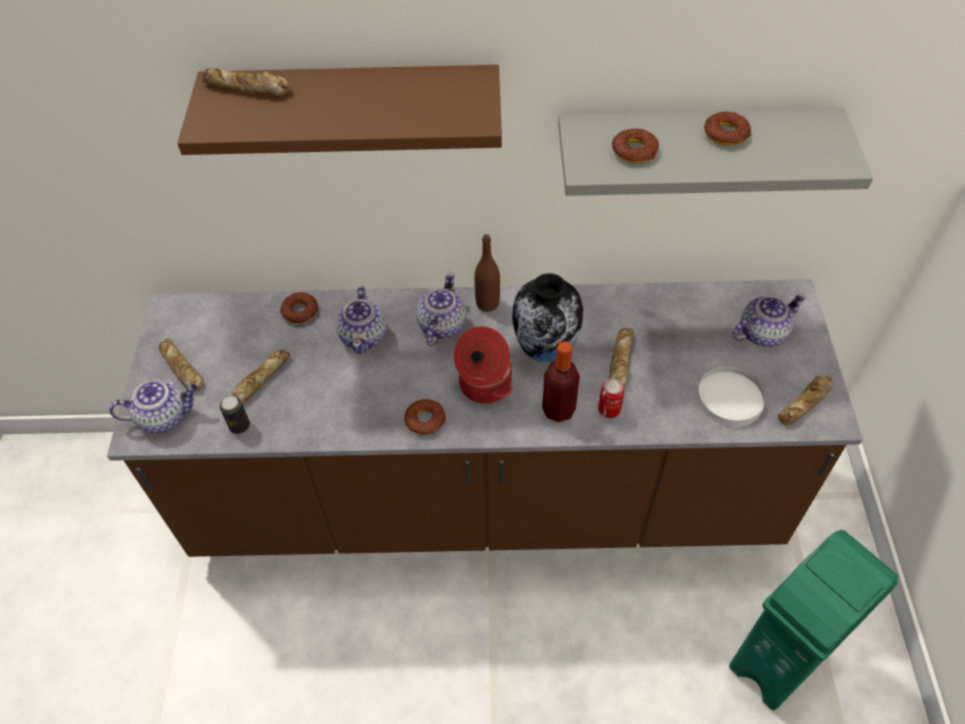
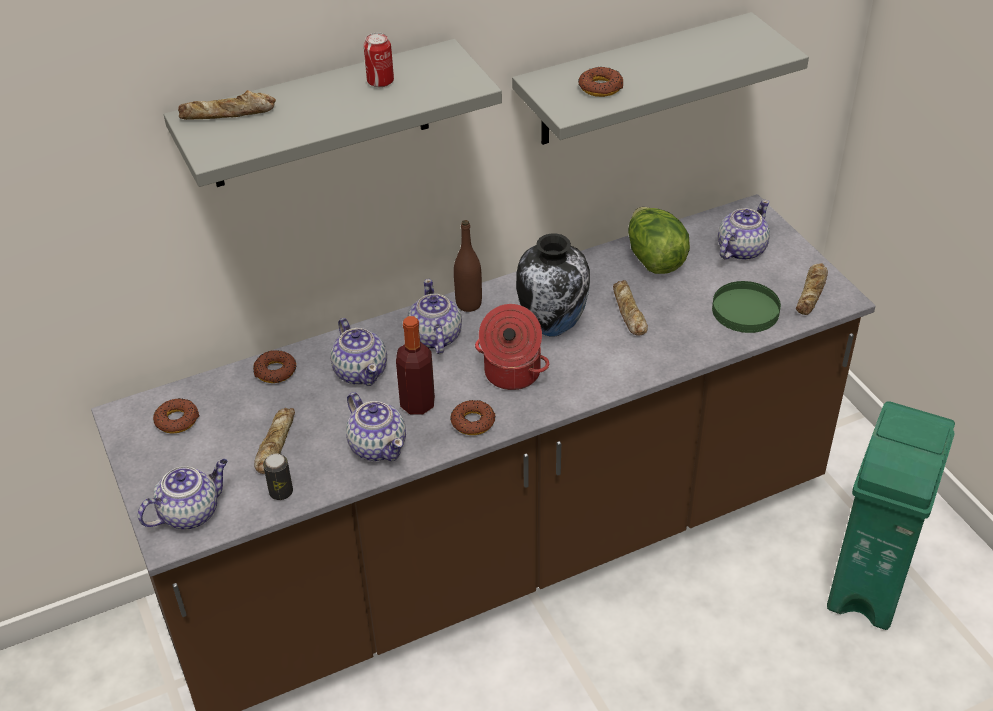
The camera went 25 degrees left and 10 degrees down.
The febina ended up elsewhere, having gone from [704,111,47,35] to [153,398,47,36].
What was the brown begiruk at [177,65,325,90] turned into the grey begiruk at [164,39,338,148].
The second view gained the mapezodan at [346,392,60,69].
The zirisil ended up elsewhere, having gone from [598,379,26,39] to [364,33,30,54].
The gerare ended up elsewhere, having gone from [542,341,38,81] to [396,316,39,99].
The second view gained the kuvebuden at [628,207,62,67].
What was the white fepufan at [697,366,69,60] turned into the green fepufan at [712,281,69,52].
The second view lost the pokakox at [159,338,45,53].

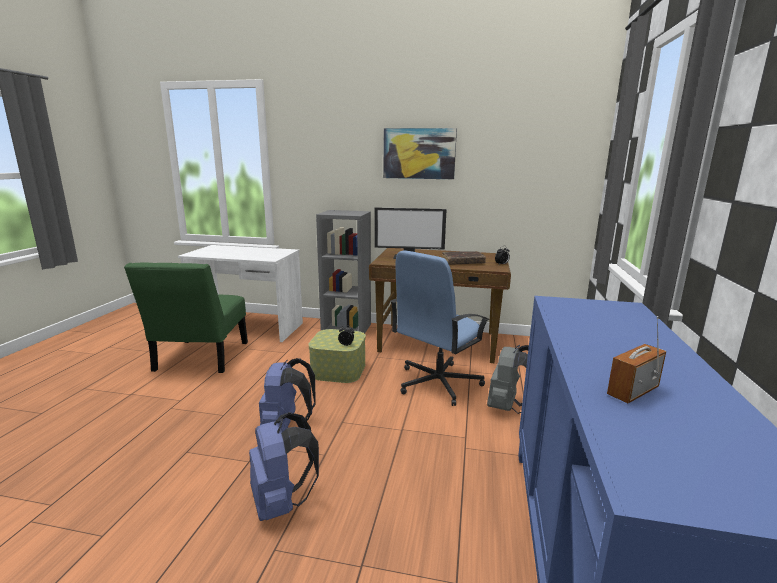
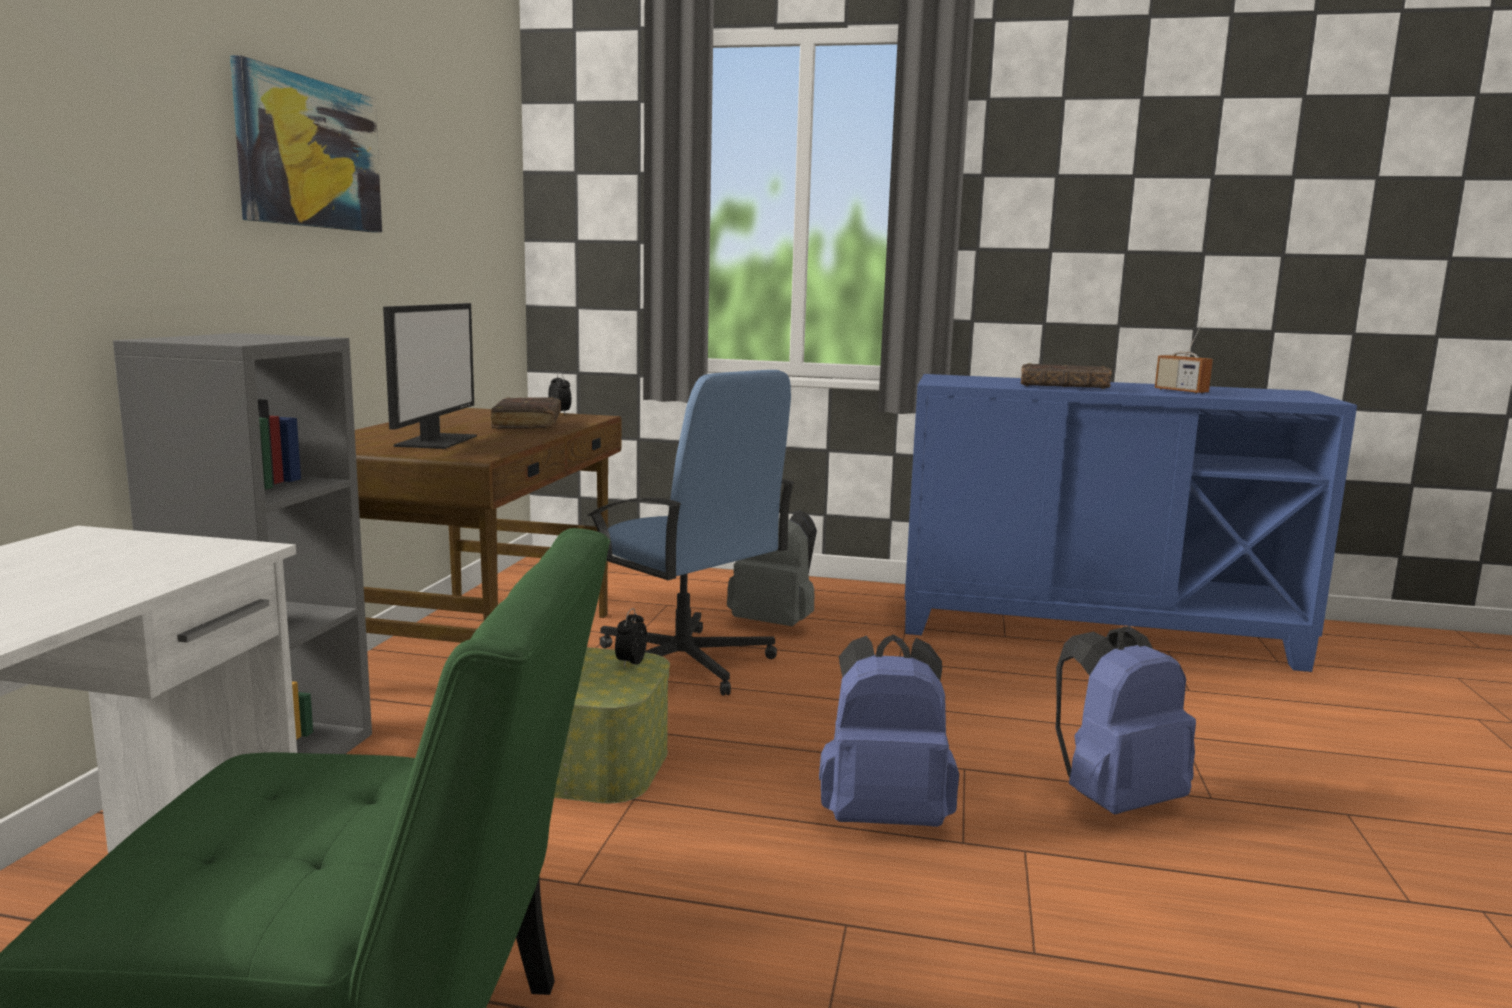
The camera went 90 degrees left and 5 degrees down.
The second view gained the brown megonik at [1021,363,91,26].

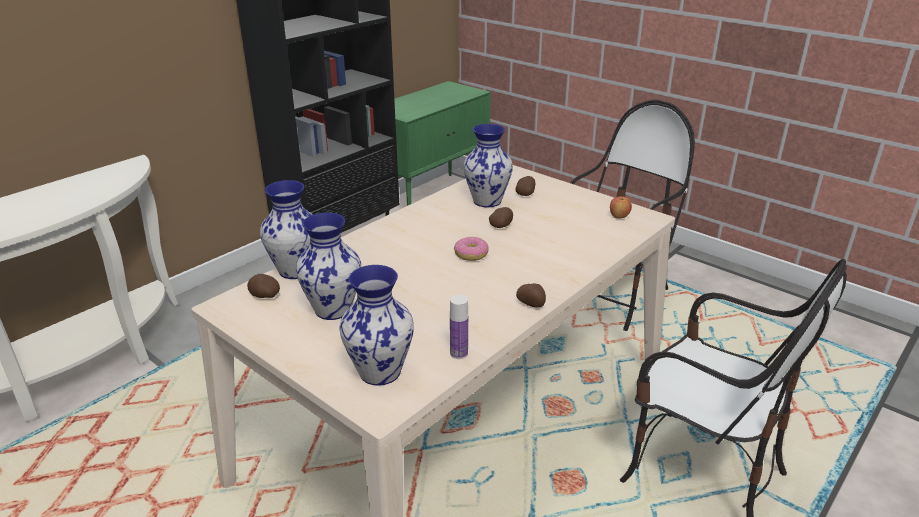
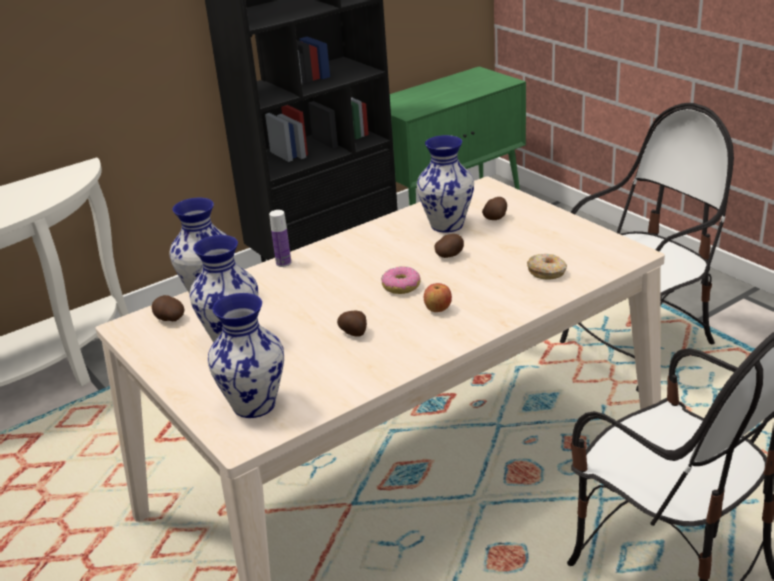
The camera went 15 degrees right and 0 degrees up.
The gerare ended up elsewhere, having gone from [450,295,18,64] to [269,210,22,57].
The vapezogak ended up elsewhere, having gone from [516,283,30,24] to [337,310,30,27].
The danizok ended up elsewhere, having gone from [610,196,22,23] to [424,283,28,29].
The second view gained the febina at [527,254,40,26].

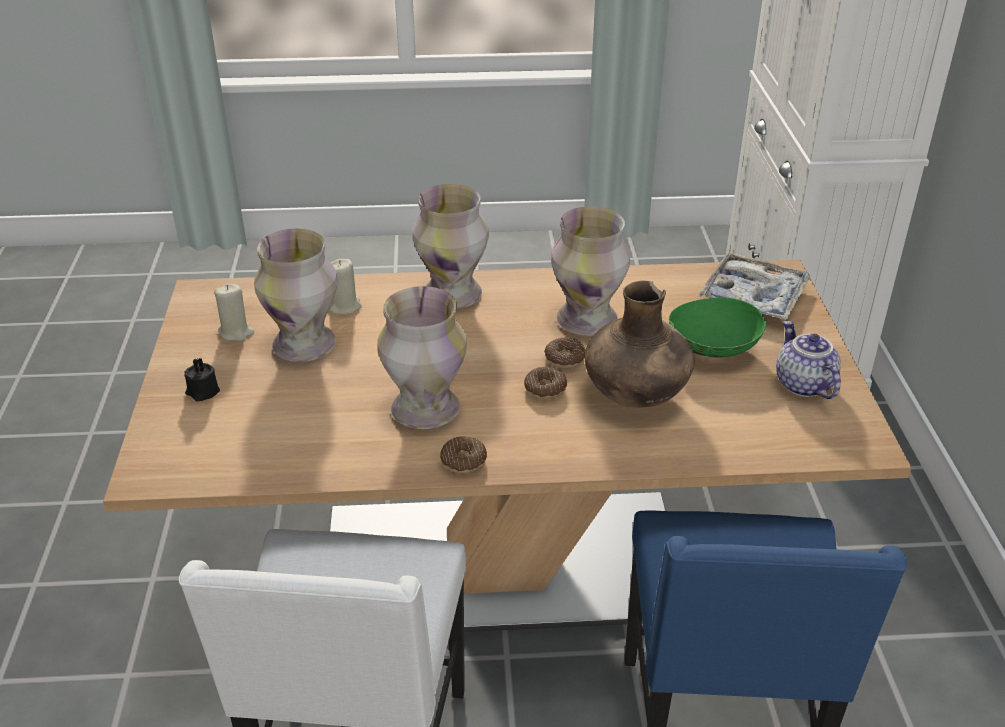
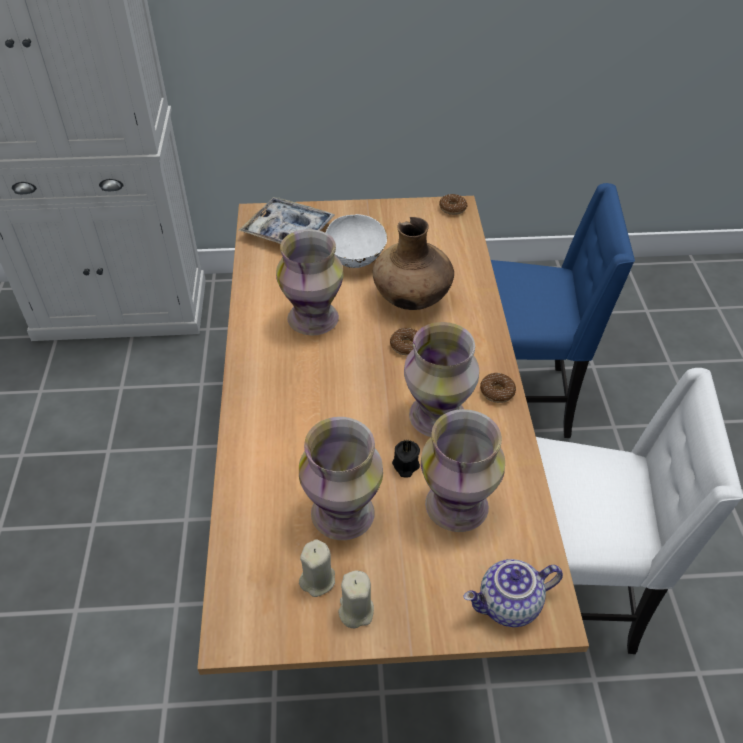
The camera went 90 degrees left and 10 degrees up.
What was the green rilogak at [669,297,97,61] turned into the white rilogak at [326,214,61,54].
The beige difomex ended up elsewhere, having gone from [330,259,32,56] to [338,571,36,57].
The black difomex ended up elsewhere, having gone from [184,358,36,43] to [392,439,28,39].
The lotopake ended up elsewhere, having gone from [413,184,76,125] to [421,409,84,123].
The febina ended up elsewhere, having gone from [544,337,42,31] to [439,194,28,21].
The mapezodan ended up elsewhere, having gone from [776,321,65,78] to [463,559,100,68].

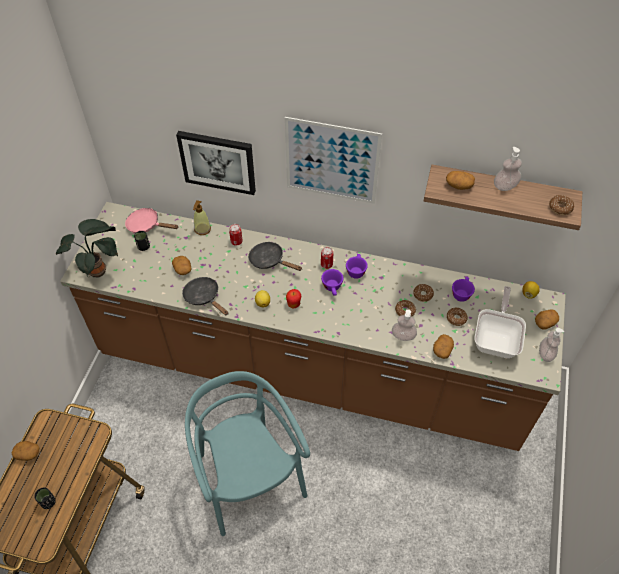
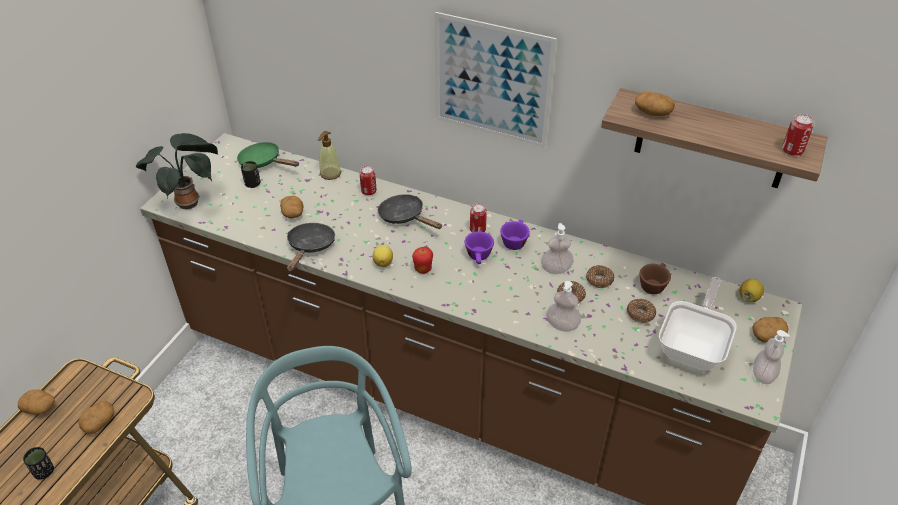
The camera went 10 degrees right and 10 degrees down.
The vapezogak ended up elsewhere, having gone from [433,334,21,25] to [78,401,36,33].
What was the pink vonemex at [125,208,54,25] turned into the green vonemex at [237,142,62,26].
The black vonemex at [182,277,46,39] ended up facing another way, 45 degrees clockwise from before.
The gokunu ended up elsewhere, having gone from [494,147,28,44] to [541,223,33,51].
What was the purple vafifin at [452,277,23,25] turned into the brown vafifin at [640,263,31,31].
Where the febina stood at [549,195,25,20], the zirisil came to stand at [782,114,31,42].
The second view lost the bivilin at [176,131,80,64].

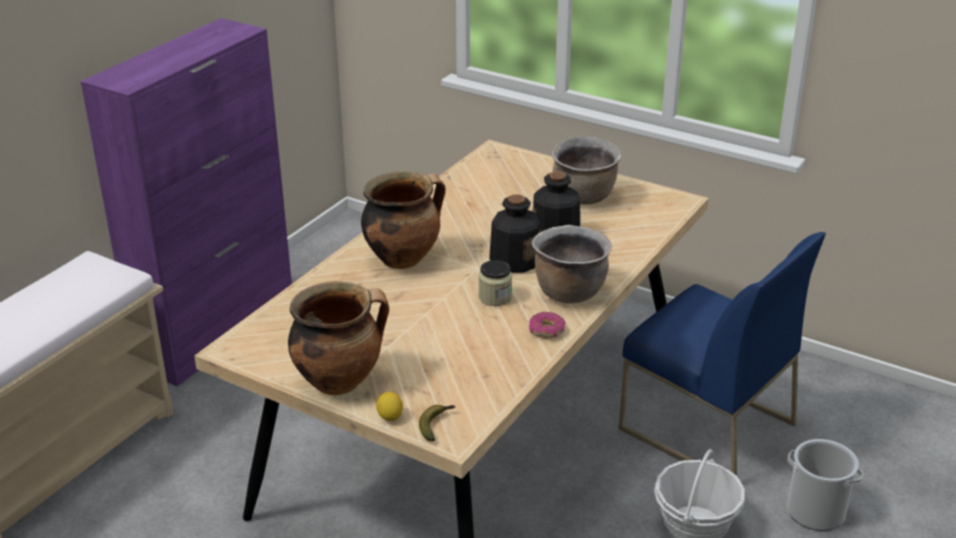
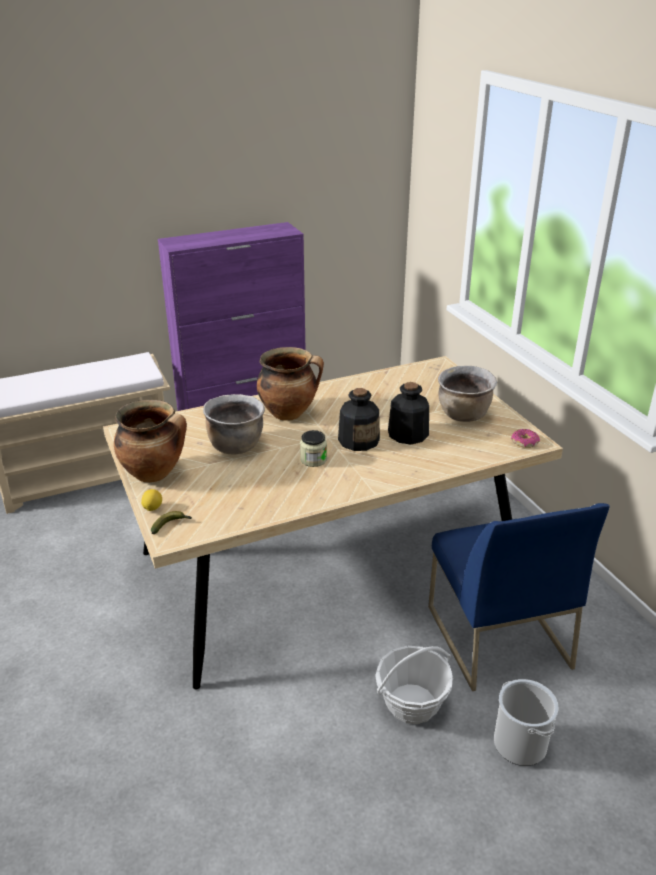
The camera went 35 degrees right and 0 degrees up.
The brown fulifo ended up elsewhere, having gone from [532,225,80,78] to [203,394,62,60].
The febina ended up elsewhere, having gone from [529,312,37,27] to [511,429,29,19].

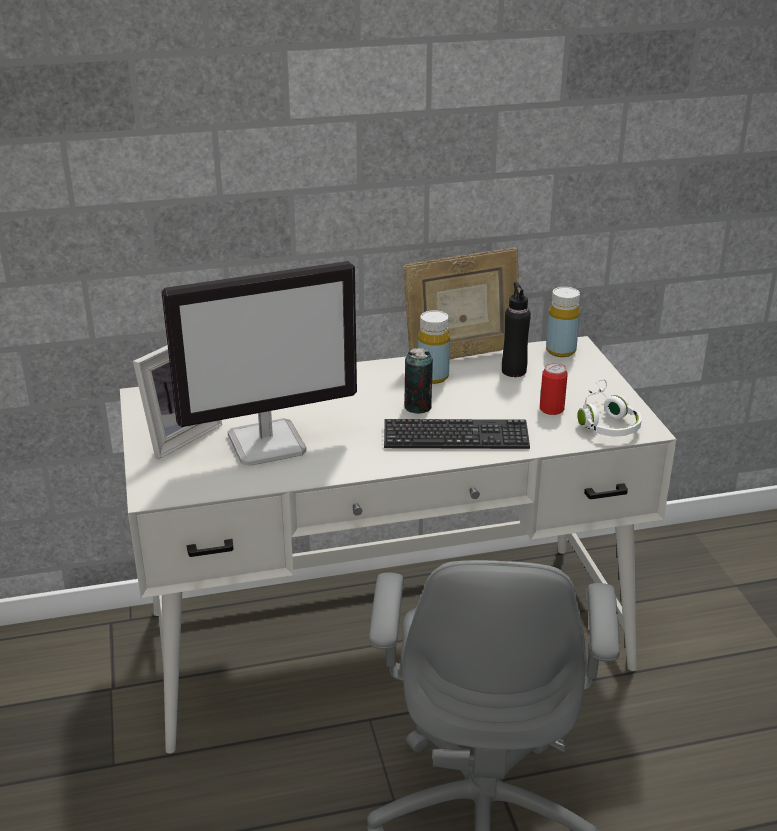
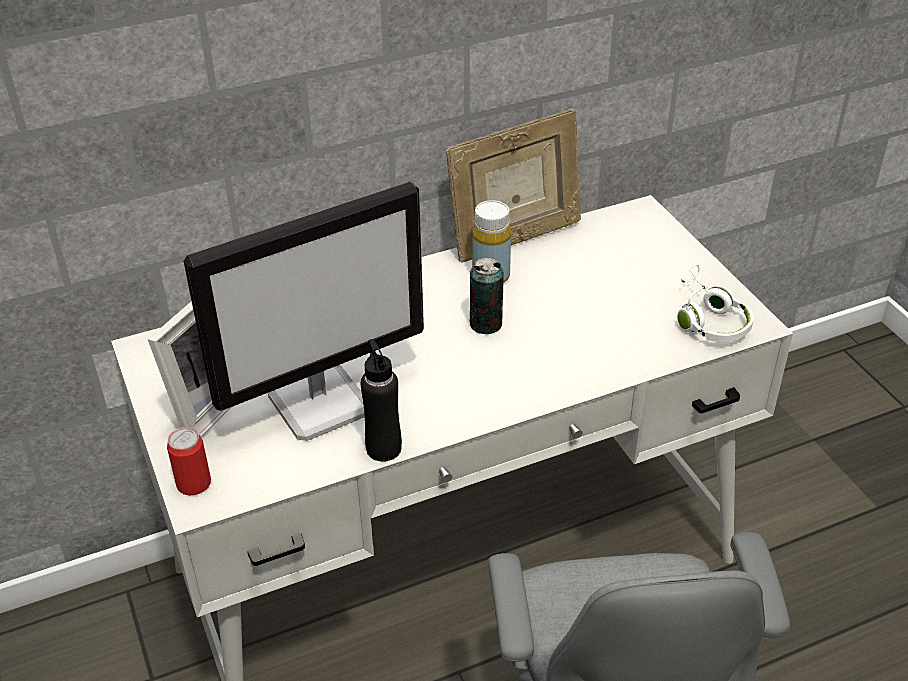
The camera went 10 degrees left and 10 degrees up.
The zirisil ended up elsewhere, having gone from [540,363,28,52] to [167,427,44,69].
The black gerare ended up elsewhere, having gone from [502,282,29,95] to [361,339,41,123].
The second view lost the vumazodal at [384,419,146,30].
The second view lost the yellow gerare at [546,287,34,70].

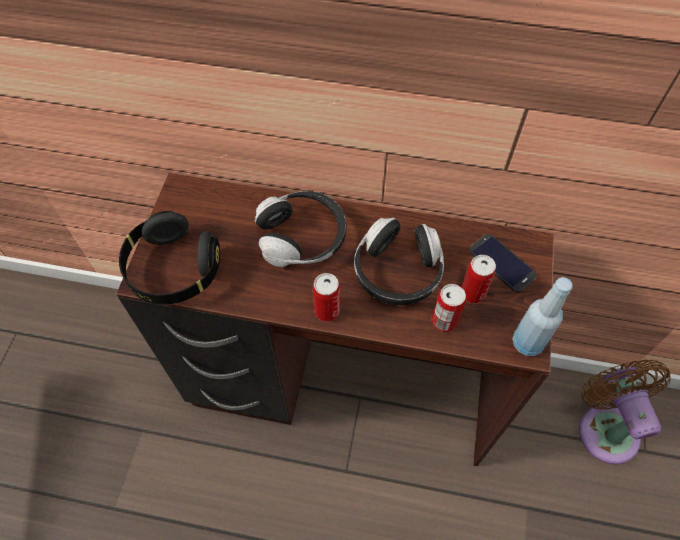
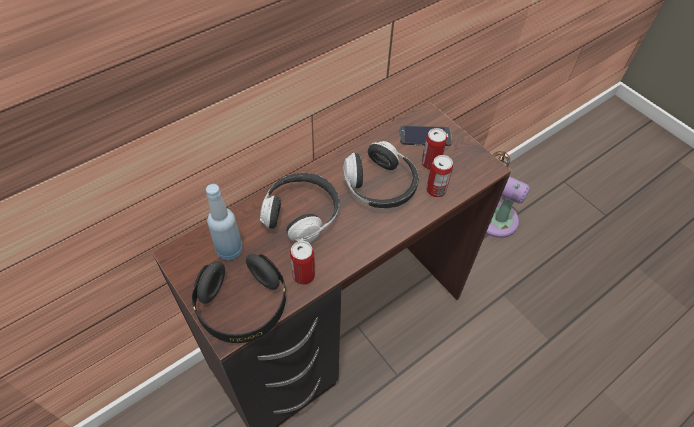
The camera went 50 degrees left and 5 degrees down.
The blue gerare ended up elsewhere, having gone from [512,277,61,79] to [206,184,37,76].
The zirisil ended up elsewhere, having gone from [312,273,28,49] to [290,241,25,44].

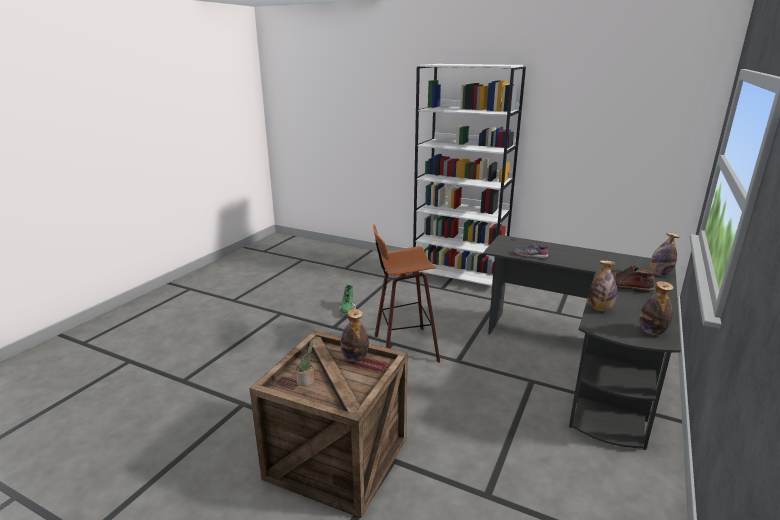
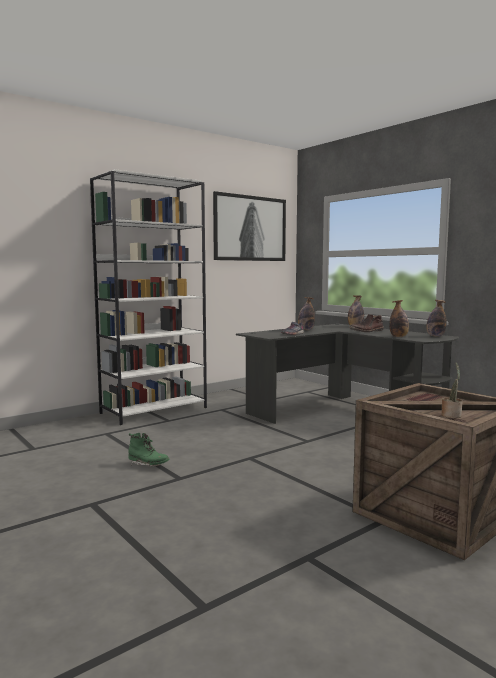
The camera went 65 degrees left and 15 degrees down.
The second view gained the bivilin at [213,191,73,70].
The gerare ended up elsewhere, having gone from [341,309,28,53] to [298,297,17,33].
The second view lost the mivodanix at [373,225,67,138].

